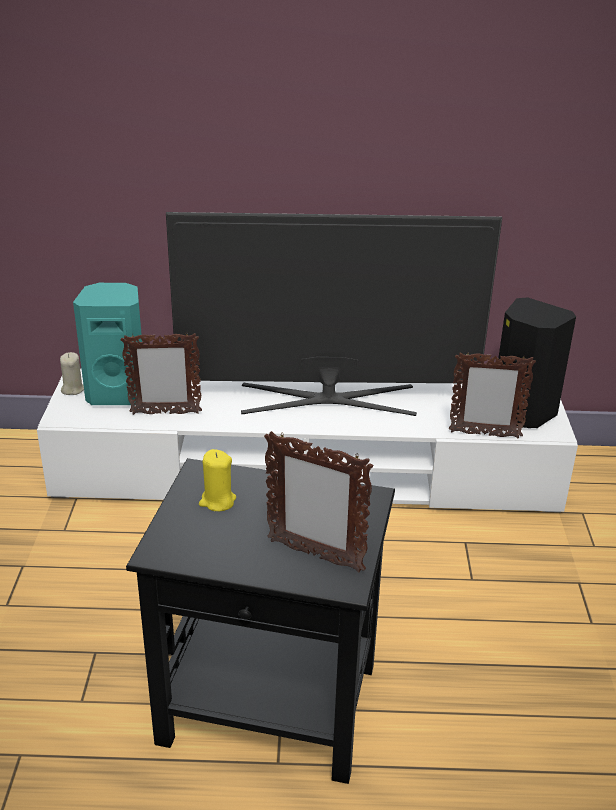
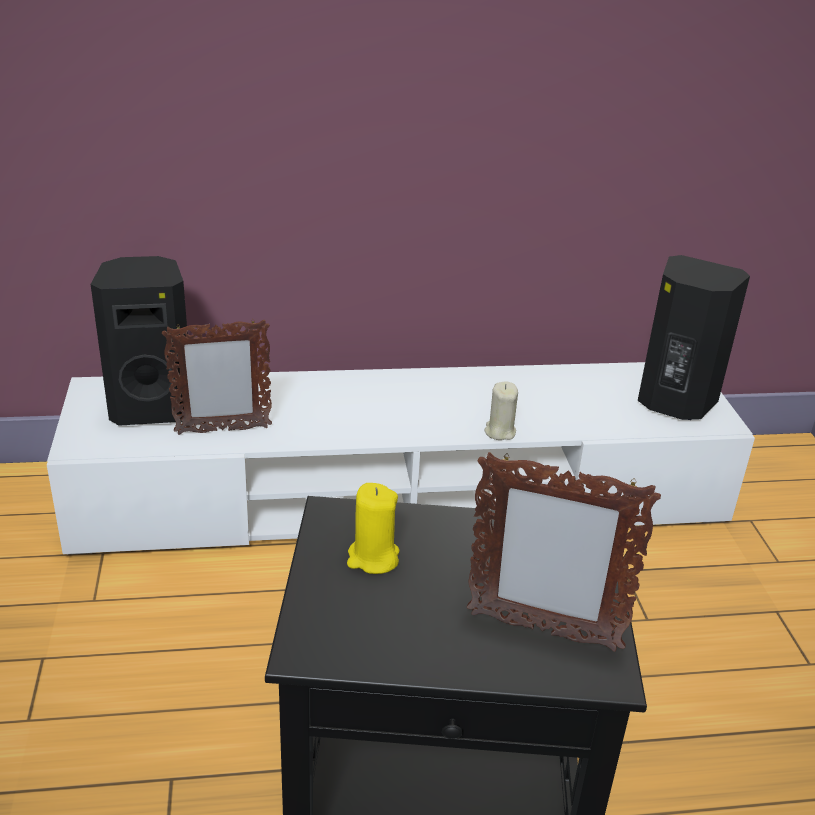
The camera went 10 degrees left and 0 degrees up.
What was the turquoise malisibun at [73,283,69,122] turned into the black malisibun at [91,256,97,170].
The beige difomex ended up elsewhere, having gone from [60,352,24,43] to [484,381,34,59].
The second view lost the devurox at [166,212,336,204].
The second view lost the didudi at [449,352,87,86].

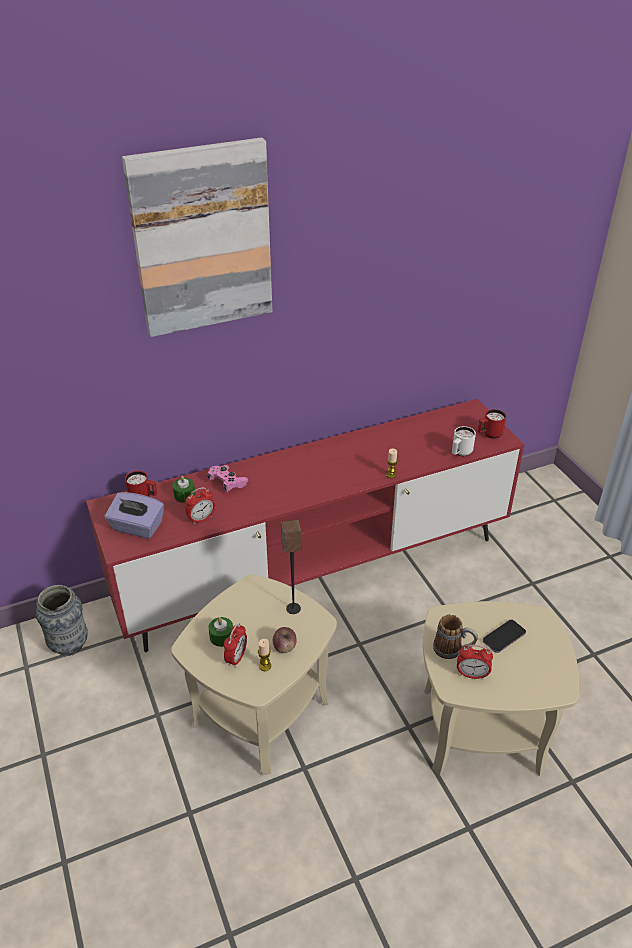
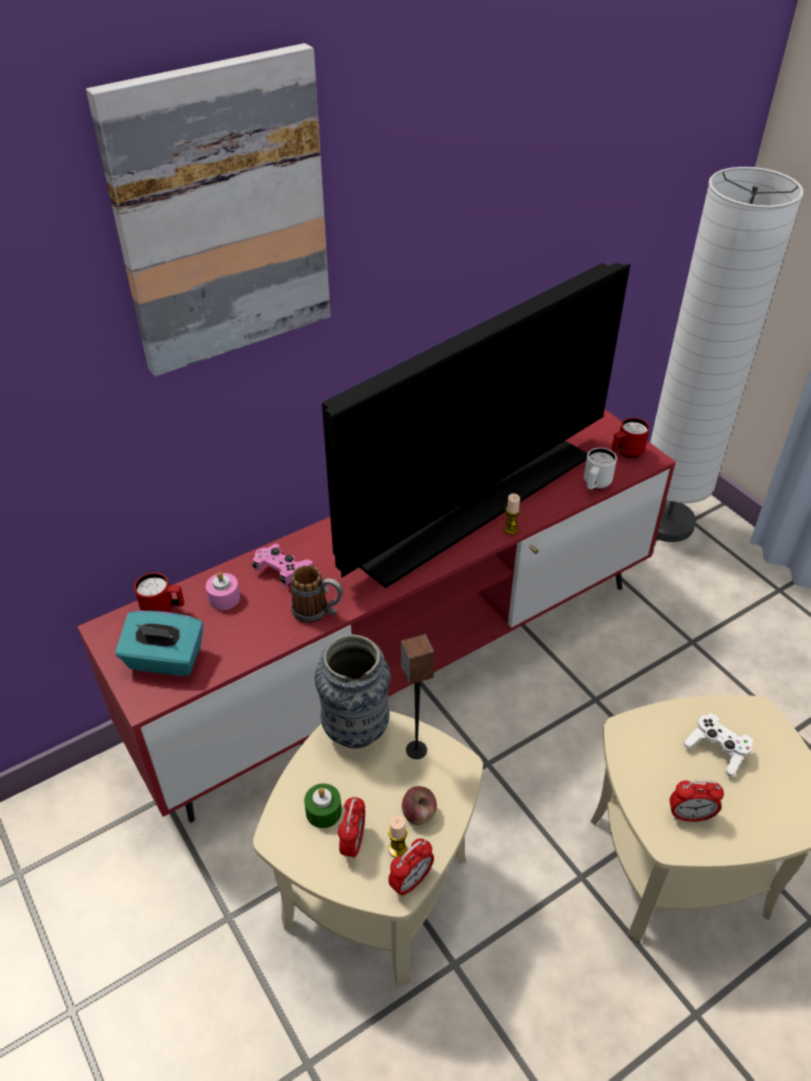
The camera went 10 degrees left and 5 degrees up.
What was the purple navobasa at [105,492,59,47] turned into the turquoise navobasa at [115,611,88,65].
What was the green difomex at [173,476,23,27] turned into the pink difomex at [206,572,34,38].
The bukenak ended up elsewhere, having gone from [433,614,45,45] to [291,565,52,58].
The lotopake ended up elsewhere, having gone from [36,585,52,71] to [315,635,76,114].
The second view gained the devurox at [322,262,309,326].
The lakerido ended up elsewhere, having gone from [185,487,30,38] to [388,838,46,59].
The second view gained the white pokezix at [650,167,154,375].
Where the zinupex stood at [483,620,43,33], the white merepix came to stand at [683,713,70,64].

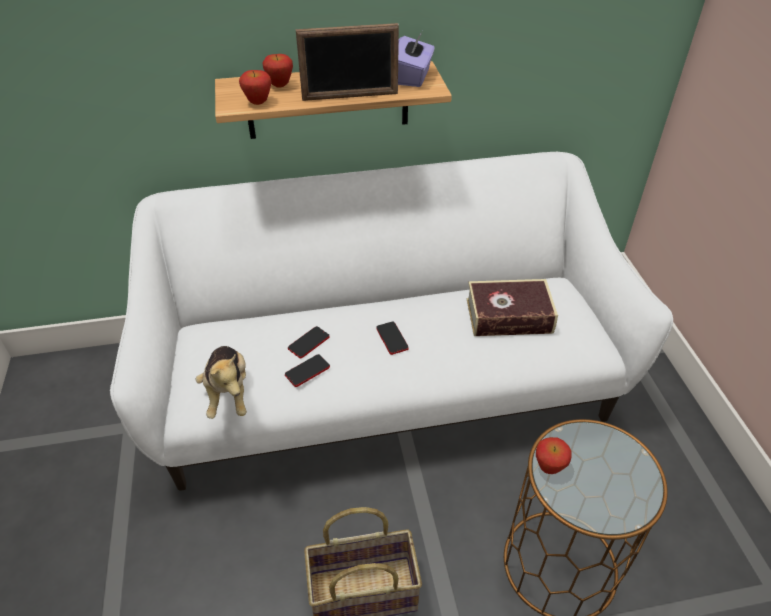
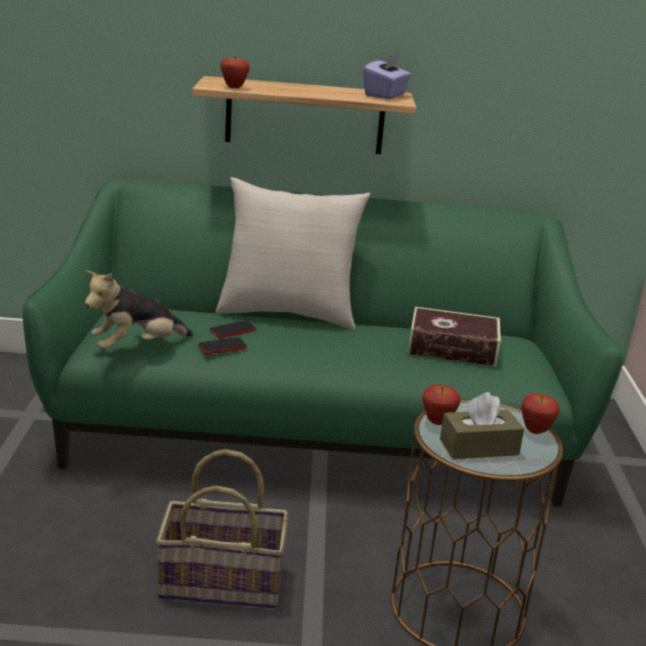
The camera went 10 degrees right and 20 degrees down.
What was the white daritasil at [110,152,563,339] turned into the green daritasil at [23,179,601,328].
The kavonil at [195,346,52,73] ended up facing another way, 60 degrees clockwise from before.
The second view gained the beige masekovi at [216,177,154,153].
The second view gained the brown navobasa at [440,392,84,67].
The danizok ended up elsewhere, having gone from [262,54,31,34] to [521,394,39,40].
The second view lost the didudi at [296,23,103,78].
The second view lost the zinupex at [376,321,33,34].

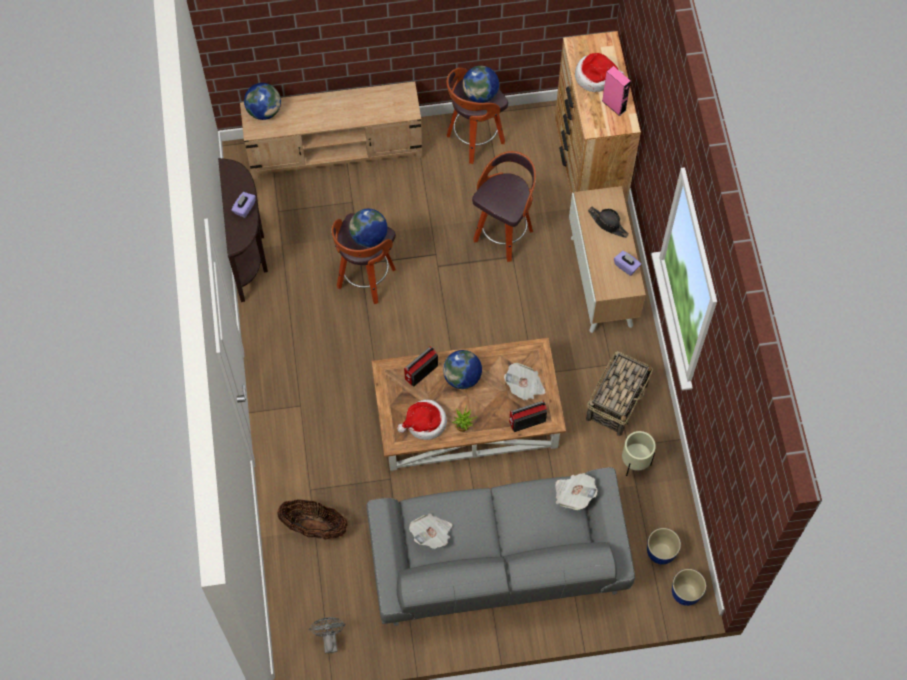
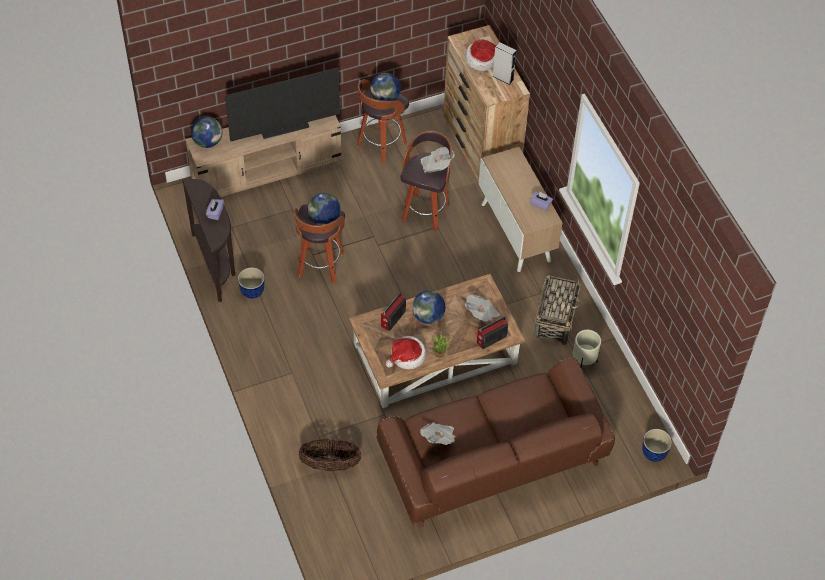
The camera went 15 degrees left and 10 degrees down.
The second view gained the devurox at [225,68,115,73].
The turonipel ended up elsewhere, having gone from [647,528,34,37] to [238,267,26,32].
What was the grey daritasil at [366,467,269,158] turned into the brown daritasil at [376,357,239,171].
The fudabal ended up elsewhere, having gone from [555,473,42,37] to [420,147,34,26].
What was the pink malisibun at [602,66,29,50] turned into the grey malisibun at [492,42,25,43].
The second view lost the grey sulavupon at [309,617,37,37].
The second view lost the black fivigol at [588,207,41,31].

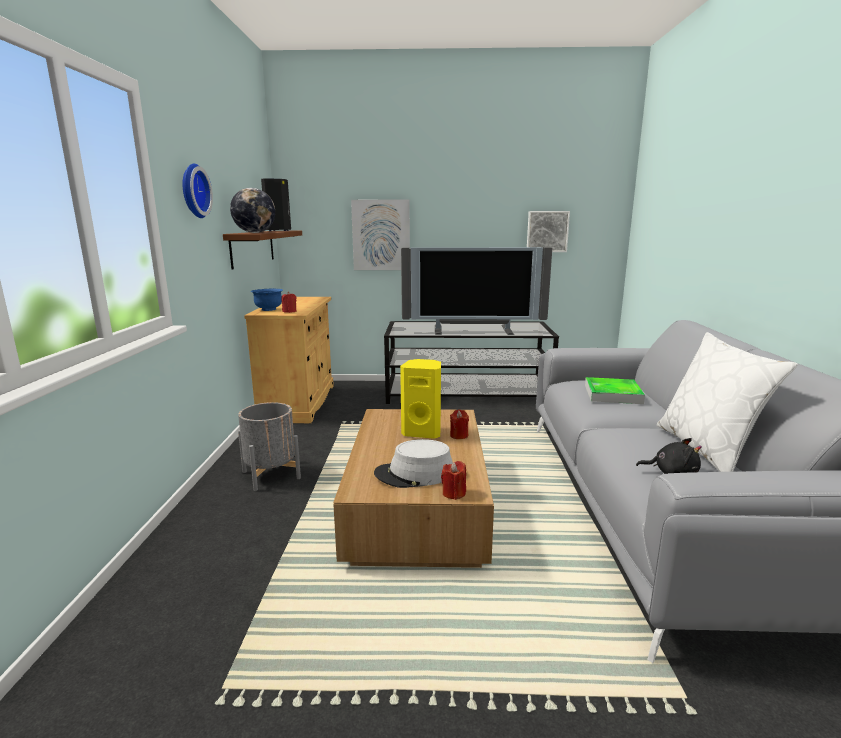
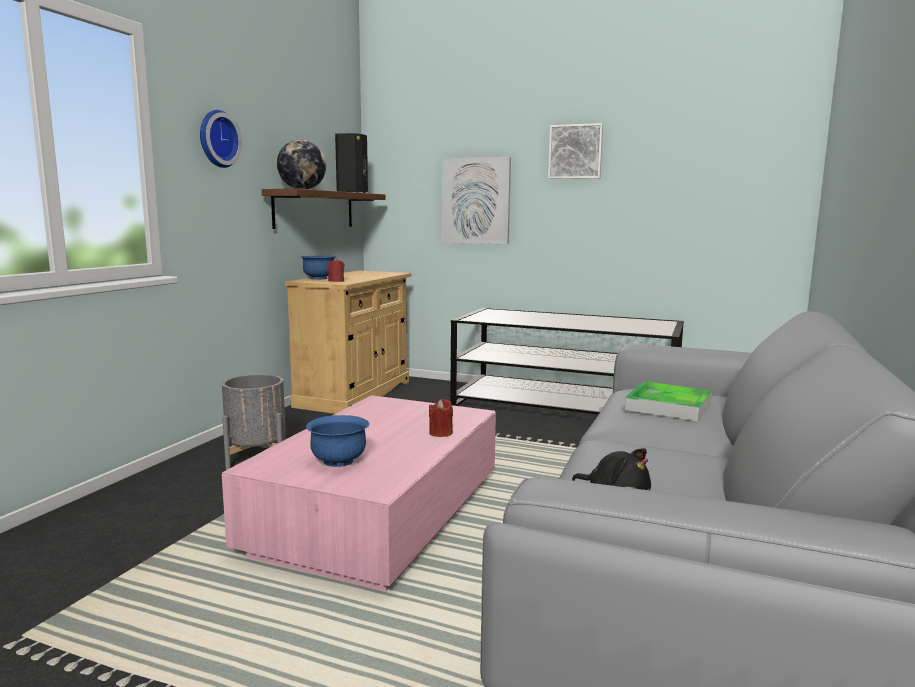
The camera went 20 degrees right and 5 degrees down.
What was the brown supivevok at [333,409,161,159] turned into the pink supivevok at [222,395,274,197].
Where the grey fivigol stood at [374,439,79,49], the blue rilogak came to stand at [306,415,63,52].
The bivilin ended up elsewhere, having gone from [527,211,43,41] to [548,123,55,56].
The second view lost the yellow malisibun at [400,359,41,80].
The second view lost the devurox at [401,247,151,88].
The second view lost the red difomex at [441,461,25,39].
The second view lost the white masekovi at [657,332,141,140].

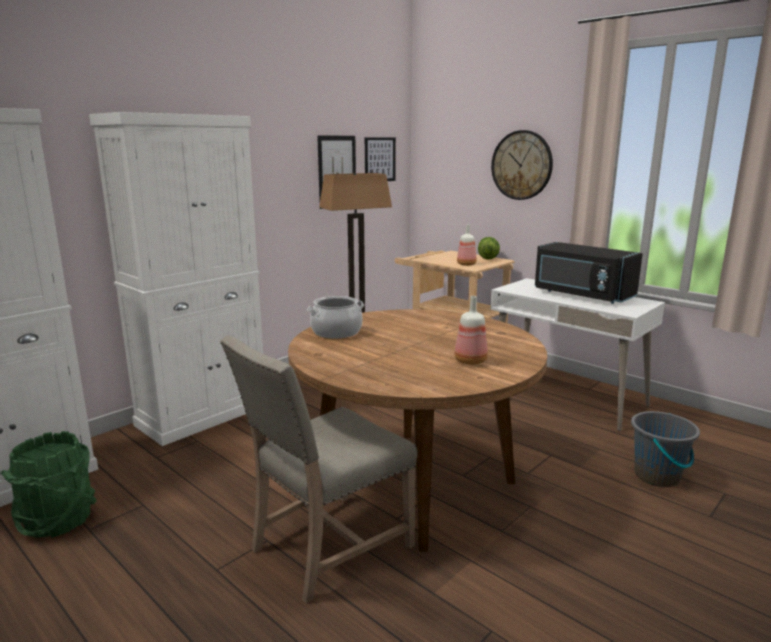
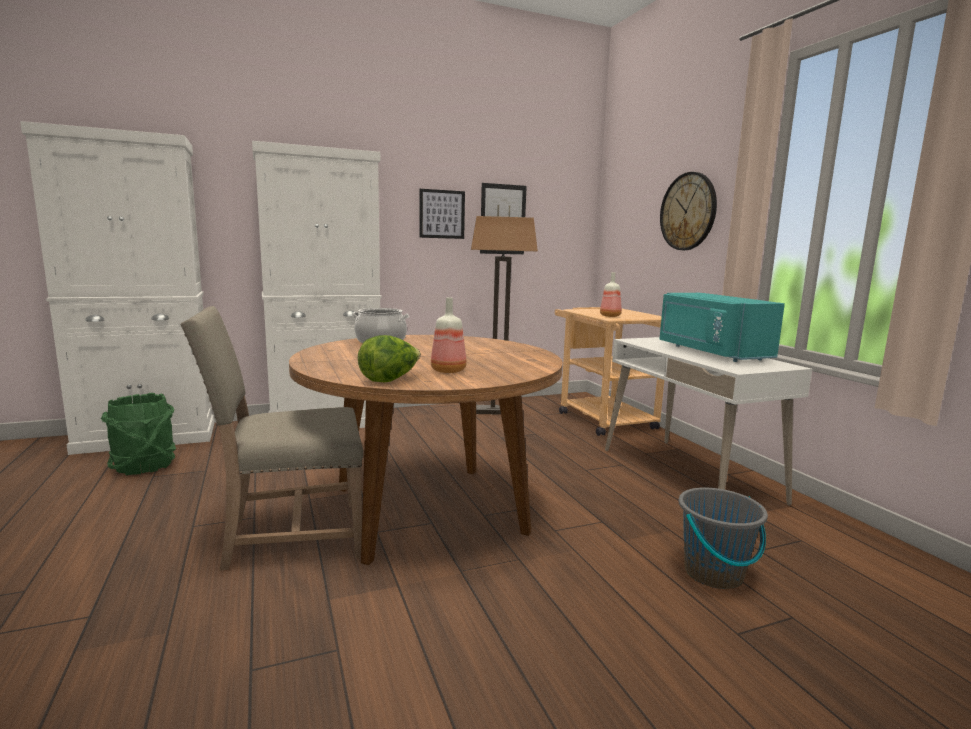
The camera went 25 degrees right and 5 degrees down.
The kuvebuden ended up elsewhere, having gone from [478,237,22,22] to [358,335,63,47].
The bivilin ended up elsewhere, having gone from [365,137,31,44] to [419,189,46,50].
What was the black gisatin at [535,242,108,62] turned into the turquoise gisatin at [660,293,125,69].

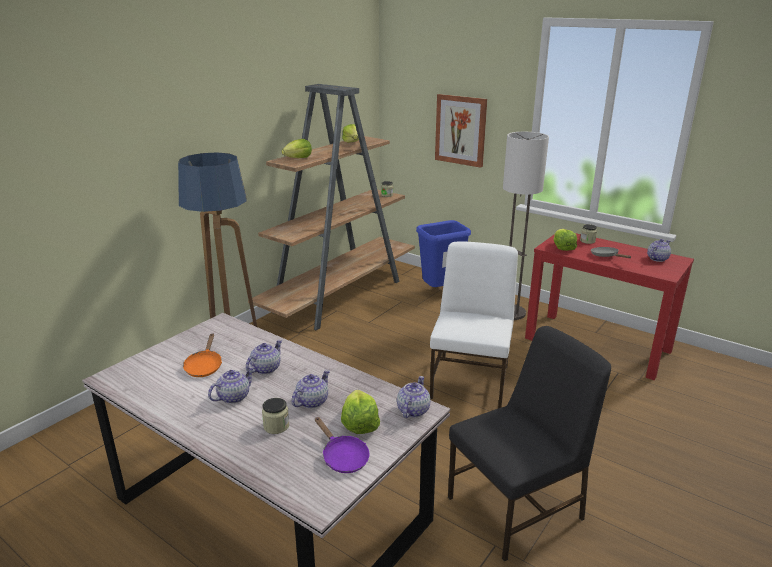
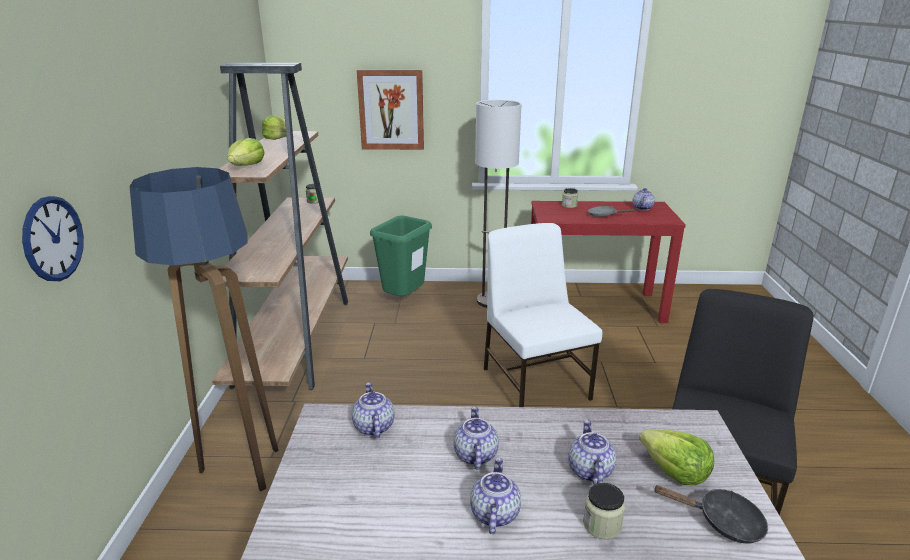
The camera went 35 degrees left and 0 degrees up.
The second view gained the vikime at [22,196,62,85].
The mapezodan ended up elsewhere, having gone from [397,376,34,42] to [352,383,42,55].
What was the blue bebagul at [416,220,55,67] turned into the green bebagul at [370,216,62,80].
What was the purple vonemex at [315,417,55,56] turned into the black vonemex at [653,485,115,59].
The second view lost the orange vonemex at [183,333,39,44].
The second view lost the kuvebuden at [553,229,24,22].

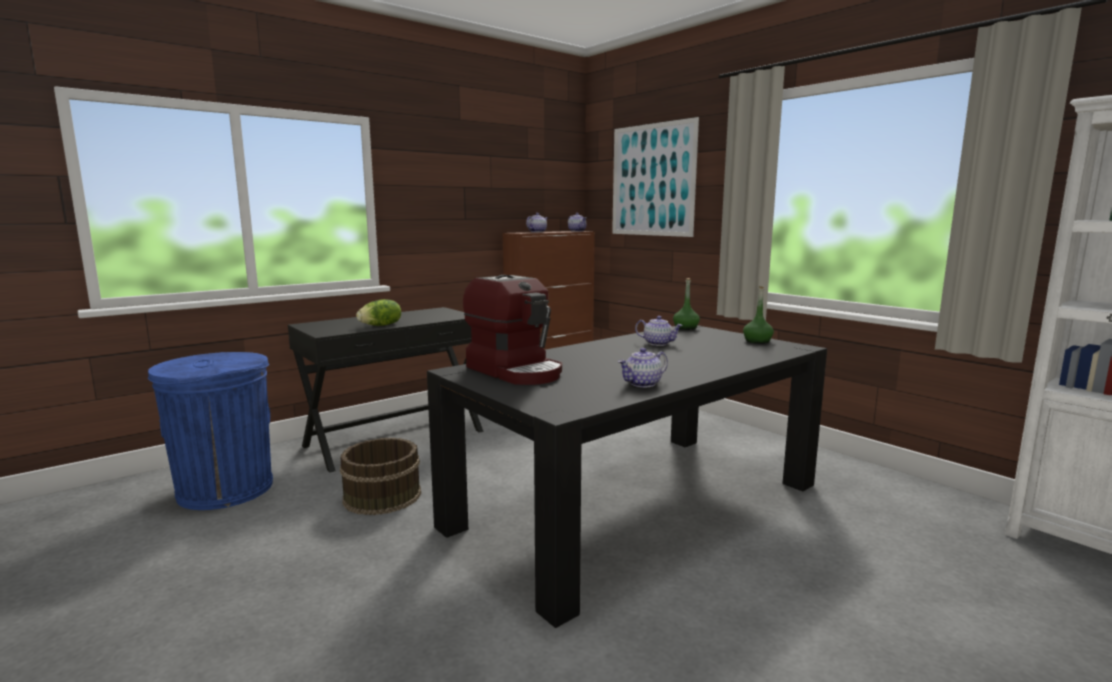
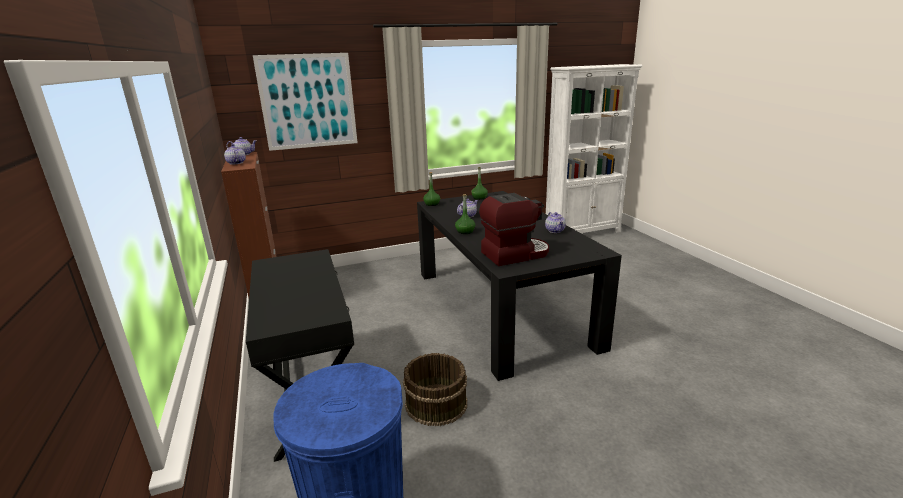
The camera went 70 degrees left and 10 degrees up.
The second view gained the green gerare at [455,194,20,40].
The second view lost the kuvebuden at [356,299,45,27].

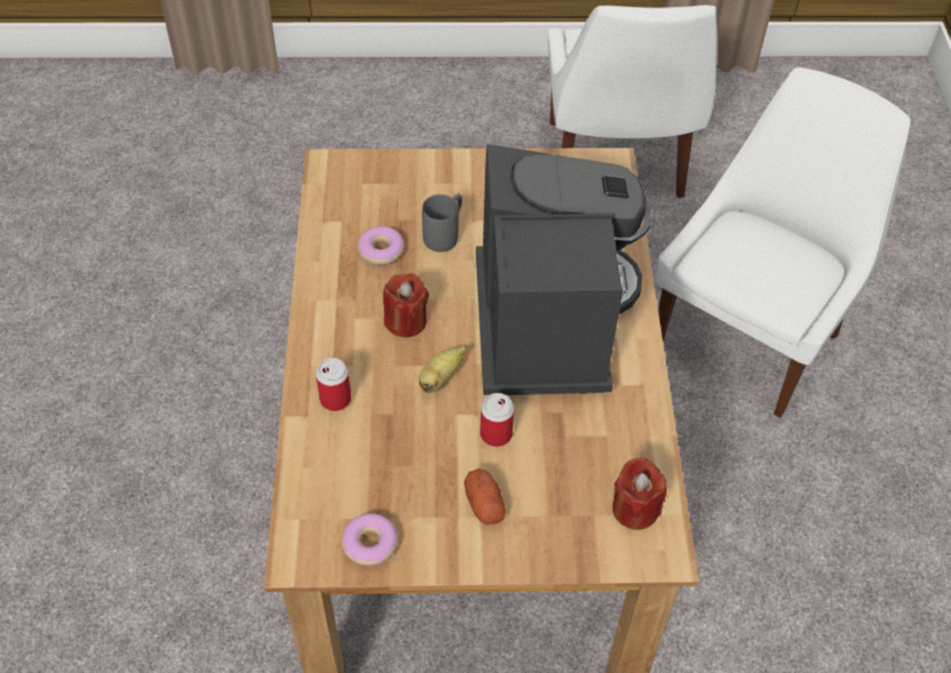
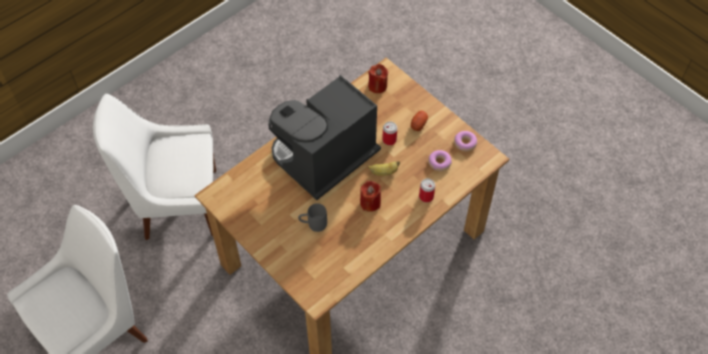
The camera went 130 degrees left and 5 degrees up.
The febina ended up elsewhere, having gone from [358,226,46,39] to [428,150,24,21].

